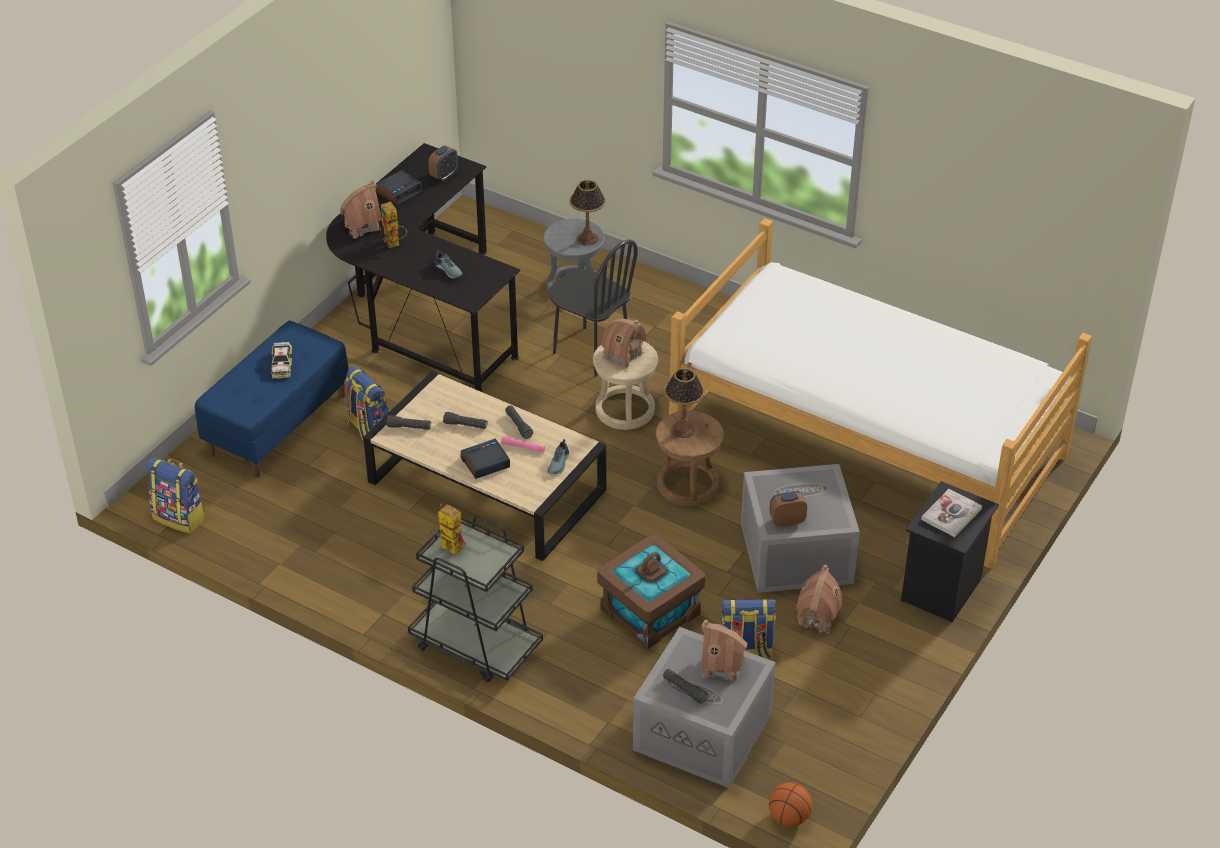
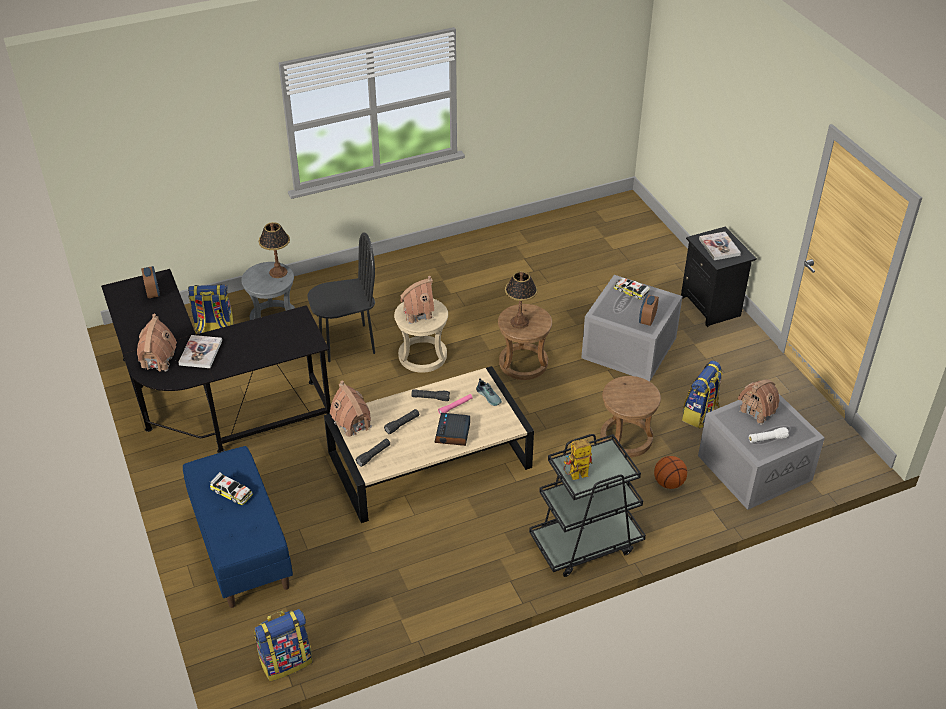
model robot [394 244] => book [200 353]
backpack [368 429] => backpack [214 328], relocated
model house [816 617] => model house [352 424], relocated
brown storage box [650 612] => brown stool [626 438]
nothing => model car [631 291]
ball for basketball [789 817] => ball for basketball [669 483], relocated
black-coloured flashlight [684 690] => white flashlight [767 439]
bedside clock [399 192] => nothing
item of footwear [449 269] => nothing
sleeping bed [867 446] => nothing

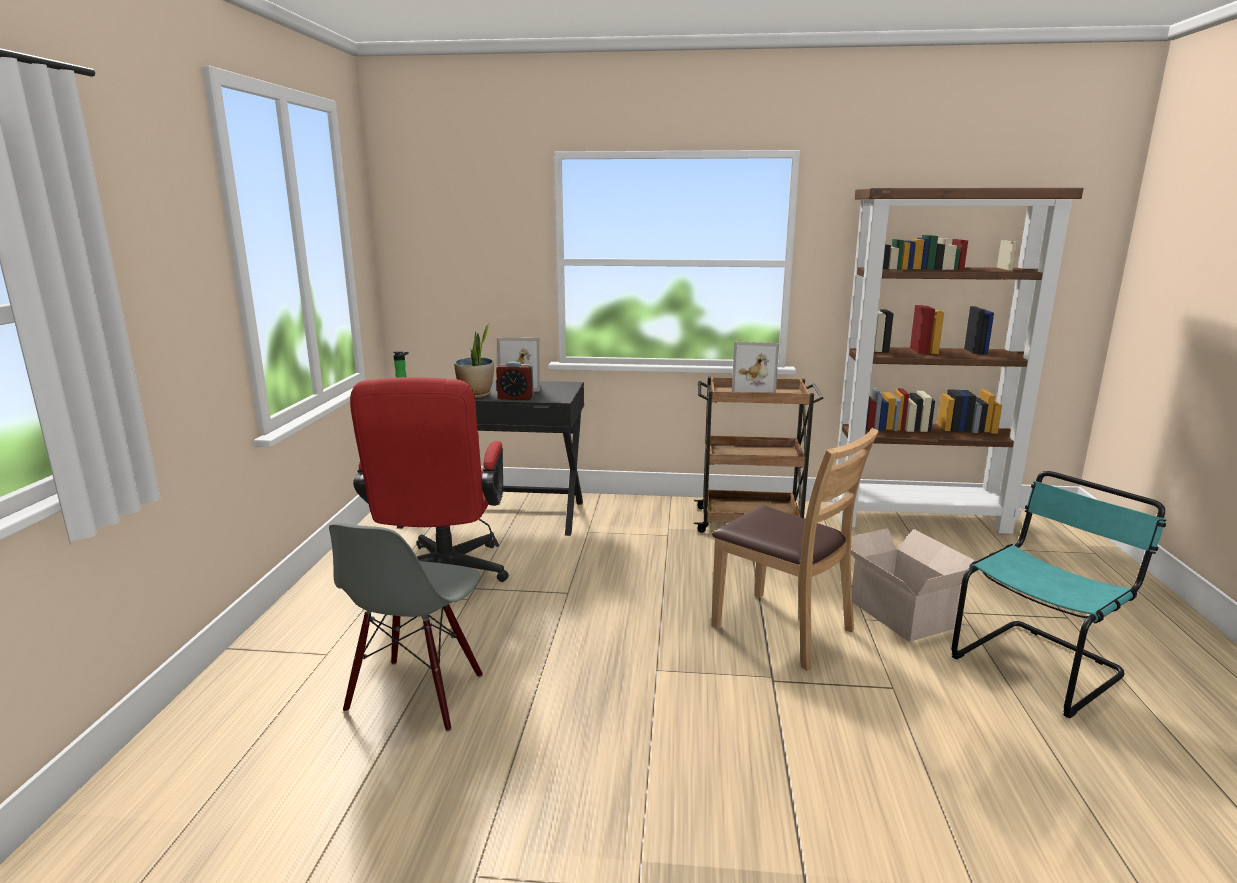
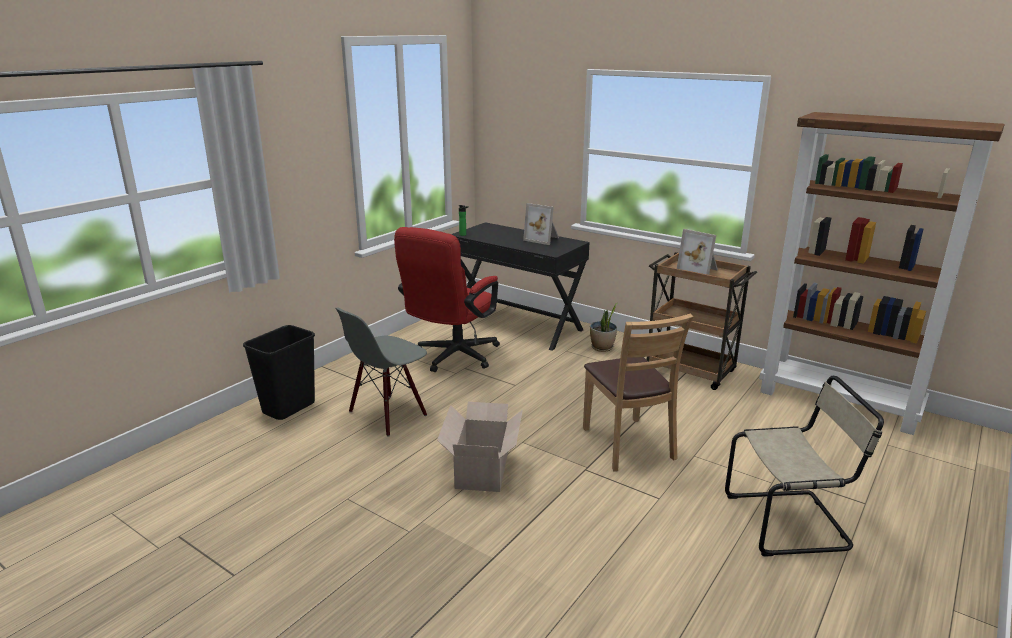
nothing => black-coloured trash can [288 408]
cardboard box [898 613] => cardboard box [483 469], relocated
plant in a pot [476 395] => plant in a pot [602 348], relocated
turquoise plain chair [1040 665] => beige-coloured plain chair [790 522]
bedside clock [515 398] => nothing

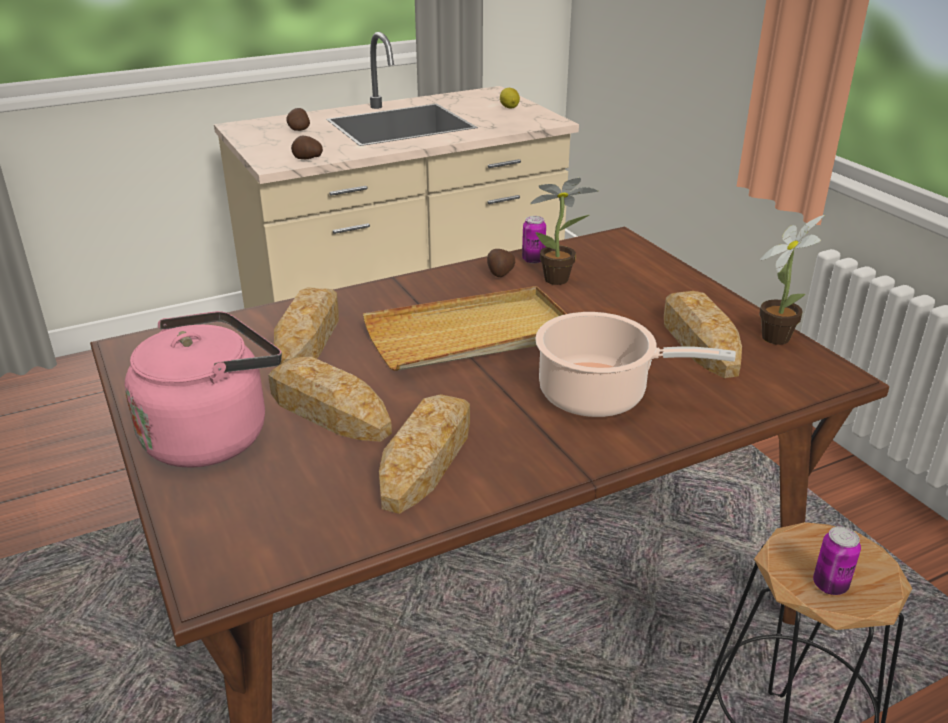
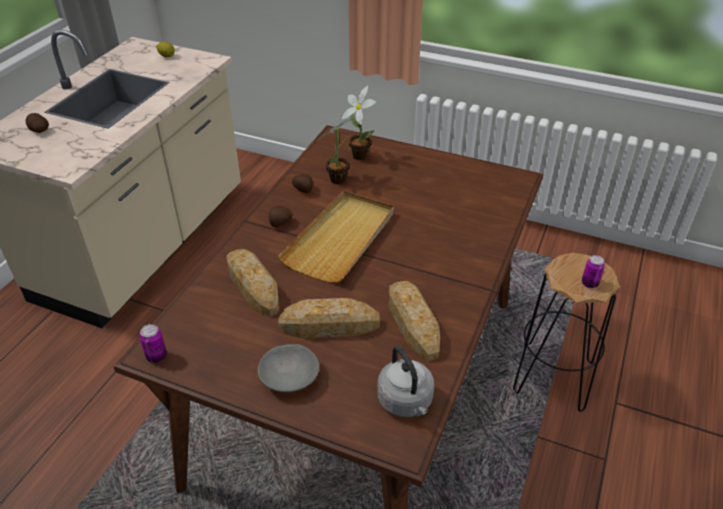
can [533 259] => can [157 357], relocated
pink kettle [213 435] => gray serving bowl [290 376]
whole potato [308 159] => whole potato [280 223], relocated
plant in a pot [776 335] => plant in a pot [359 154], relocated
nothing => gray kettle [406 402]
cooking pot [600 395] => nothing
baked bread [699 341] => nothing

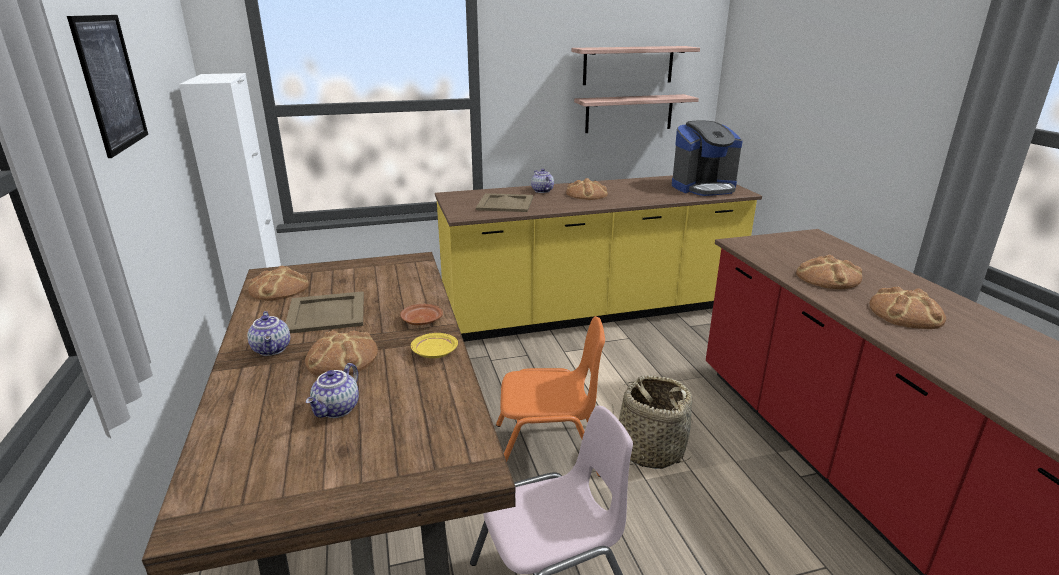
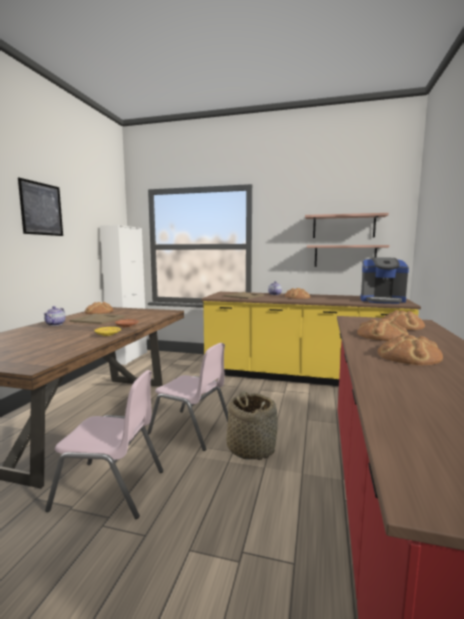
orange-coloured plain chair [547 451] => pink plain chair [191 430]
baked bread [342 358] => baked bread [401 325], relocated
teapot [337 409] => nothing

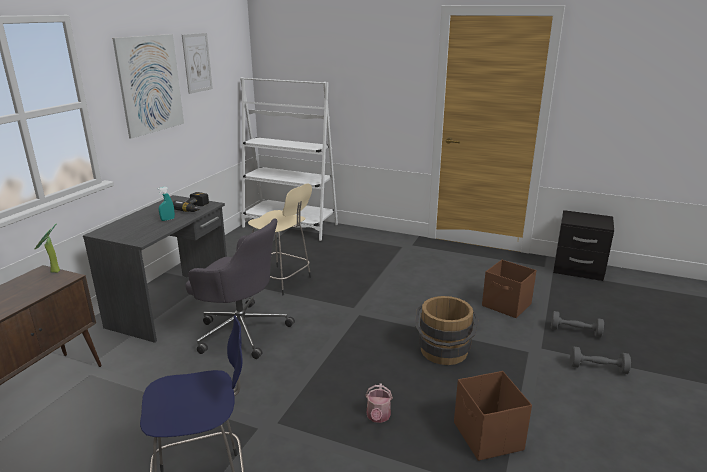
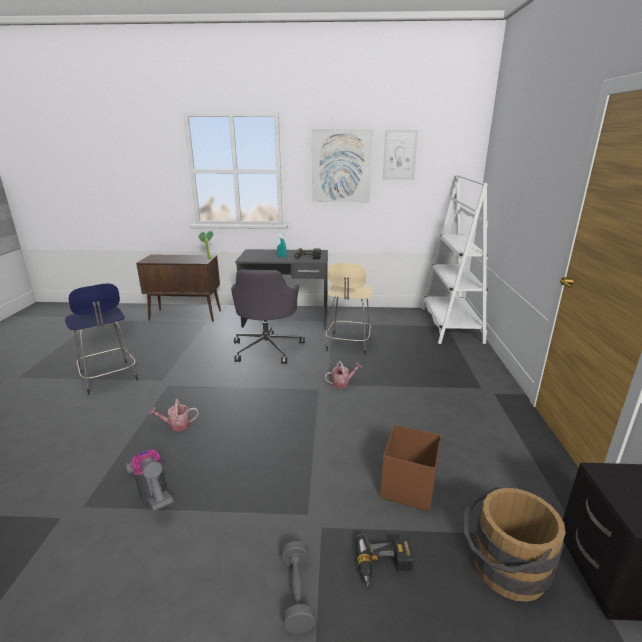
brown storage box [488 437] => vacuum cleaner [153 491]
nothing => watering can [342 383]
gray hand weight [575 331] => electric drill [383 567]
brown pail [443 353] => brown pail [502 569], relocated

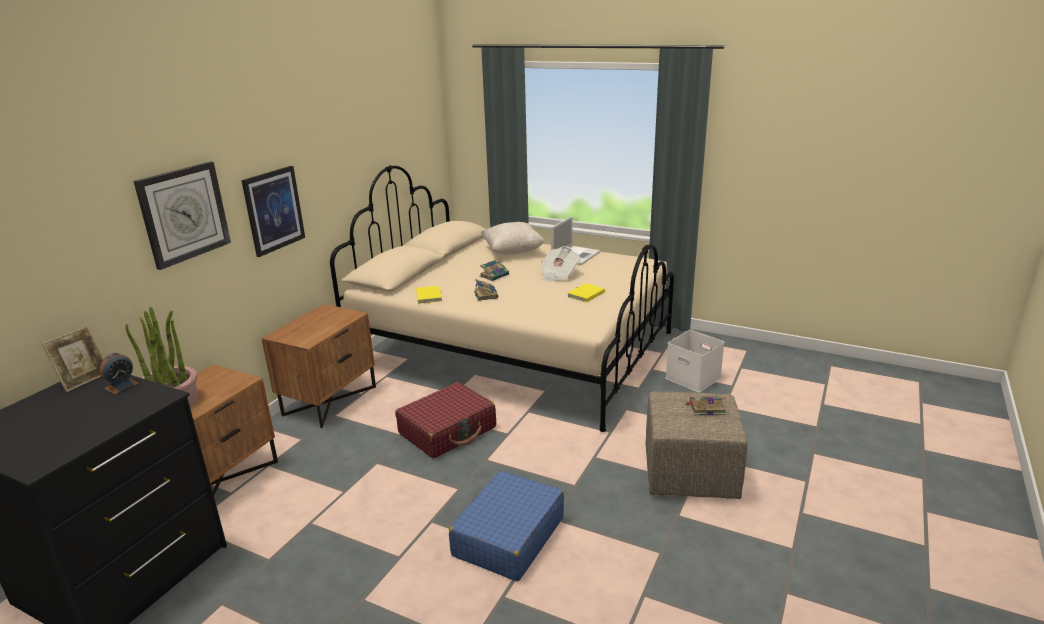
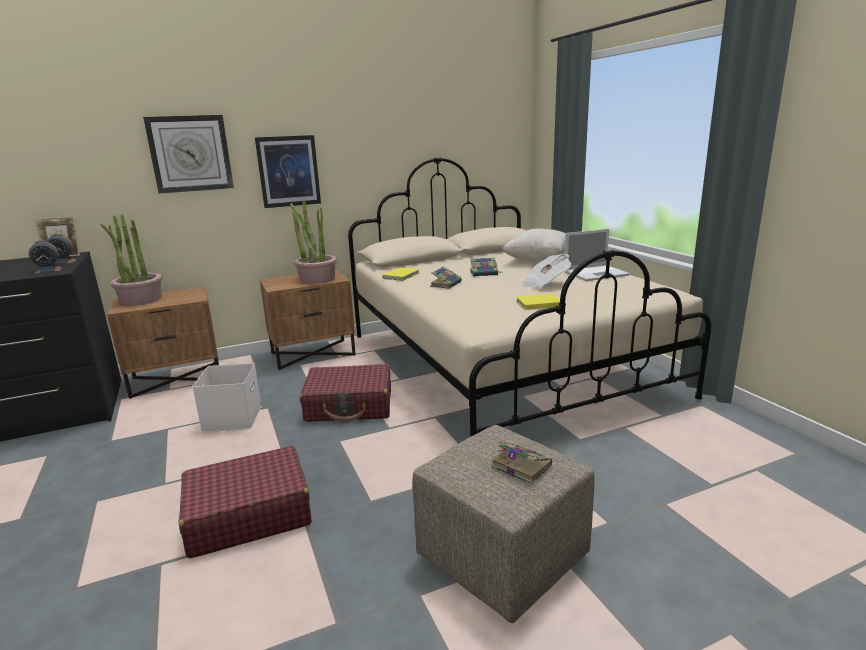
nothing => bedside clock [48 270]
bluish travel case [508 537] => red-coloured travel case [248 514]
white storage box [694 378] => white storage box [233 418], relocated
nothing => plant in a pot [317 278]

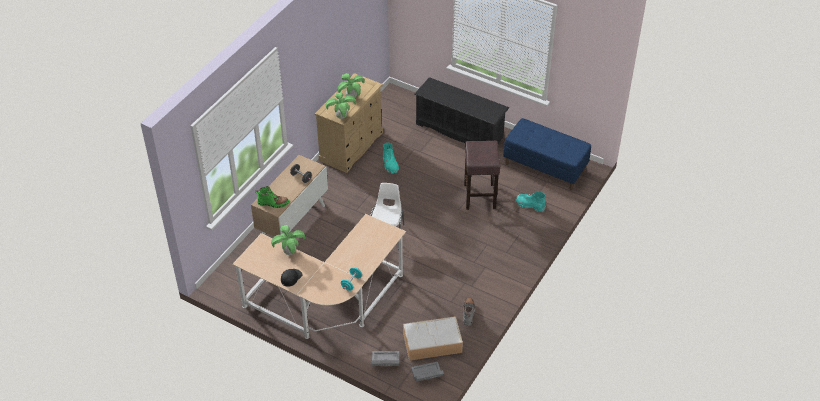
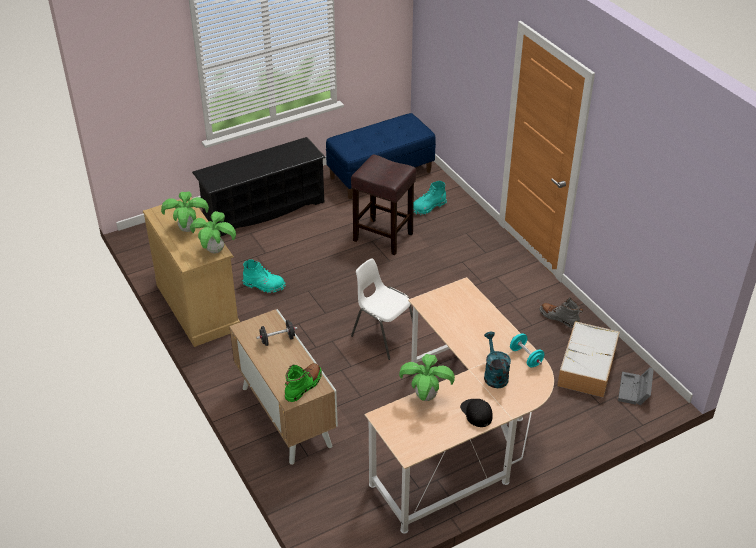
nothing => turquoise watering can [494 374]
gray storage box [384 362] => nothing

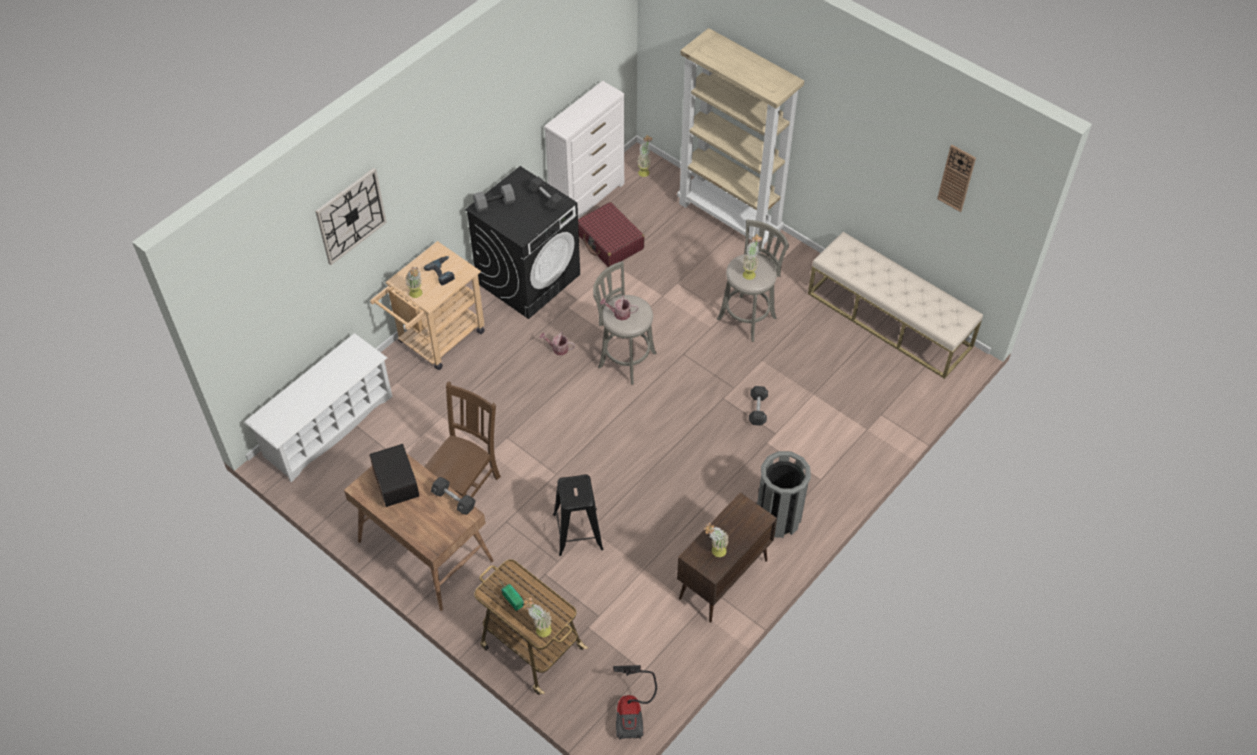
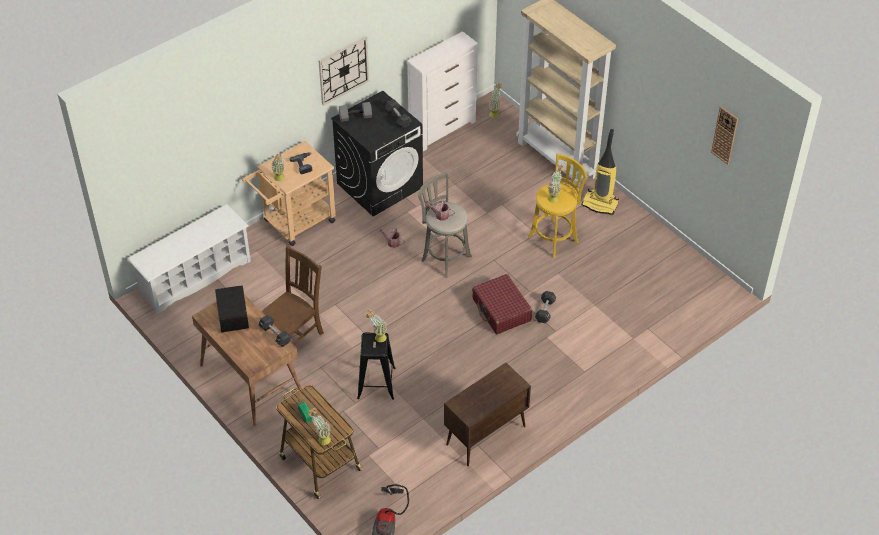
wall clock [351 216] => wall clock [343 70], relocated
plant in a pot [715 552] => plant in a pot [377 338], relocated
red-coloured travel case [610 242] => red-coloured travel case [501 310], relocated
gray stool [748 316] => yellow-coloured stool [555 238]
nothing => vacuum cleaner [600 204]
gray trash can [778 518] => nothing
beige-coloured bench [889 320] => nothing

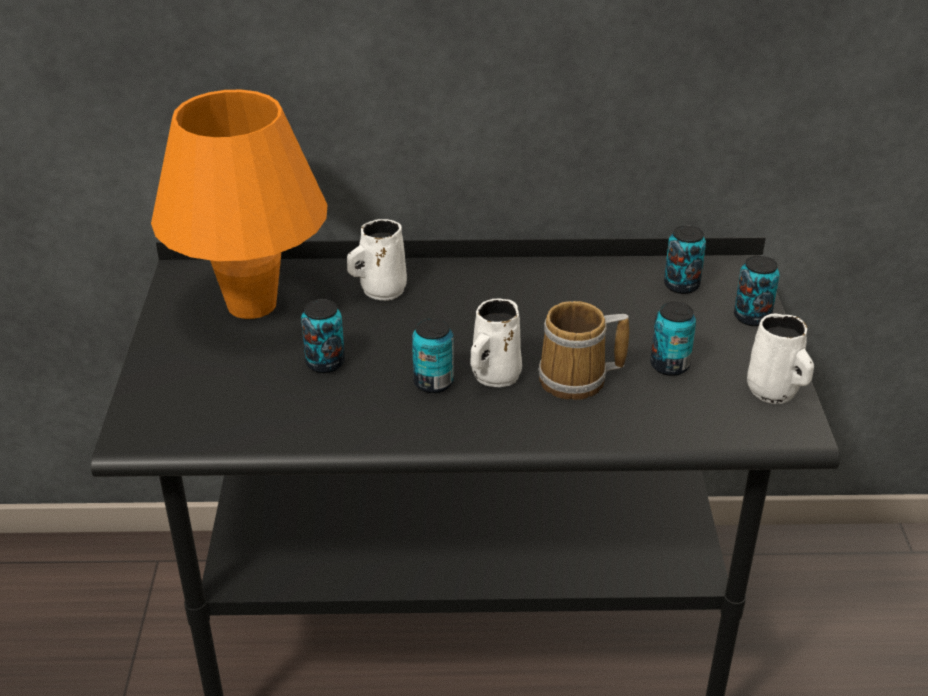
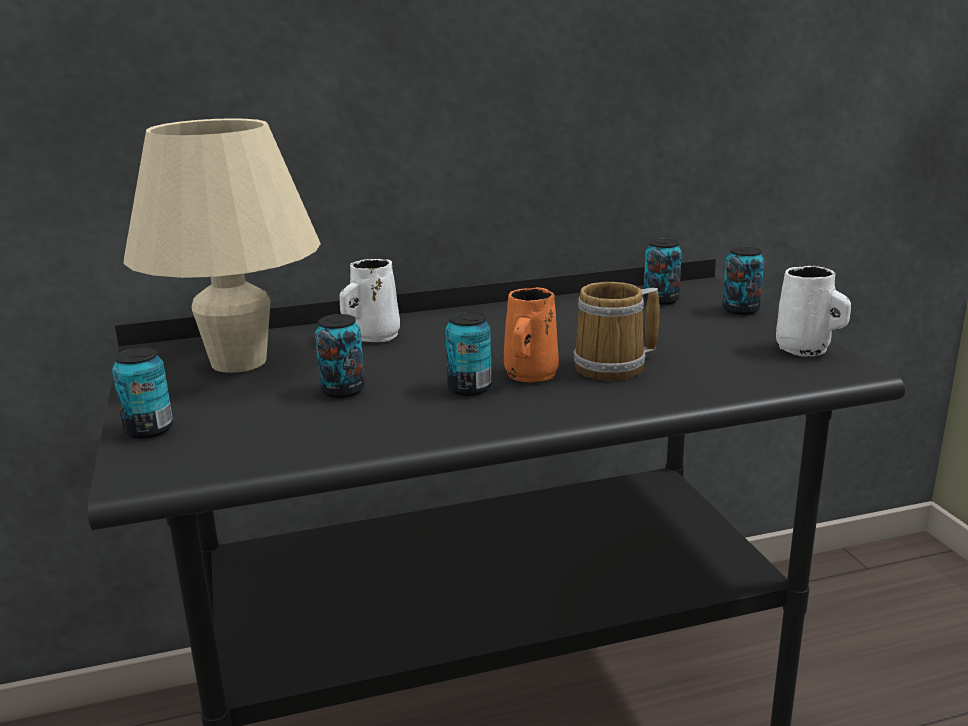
can [669 365] => can [149 430], relocated
orange-coloured lamp for a table [252 305] => beige-coloured lamp for a table [239 362]
white coffee mug [494 376] => orange-coloured coffee mug [529 375]

